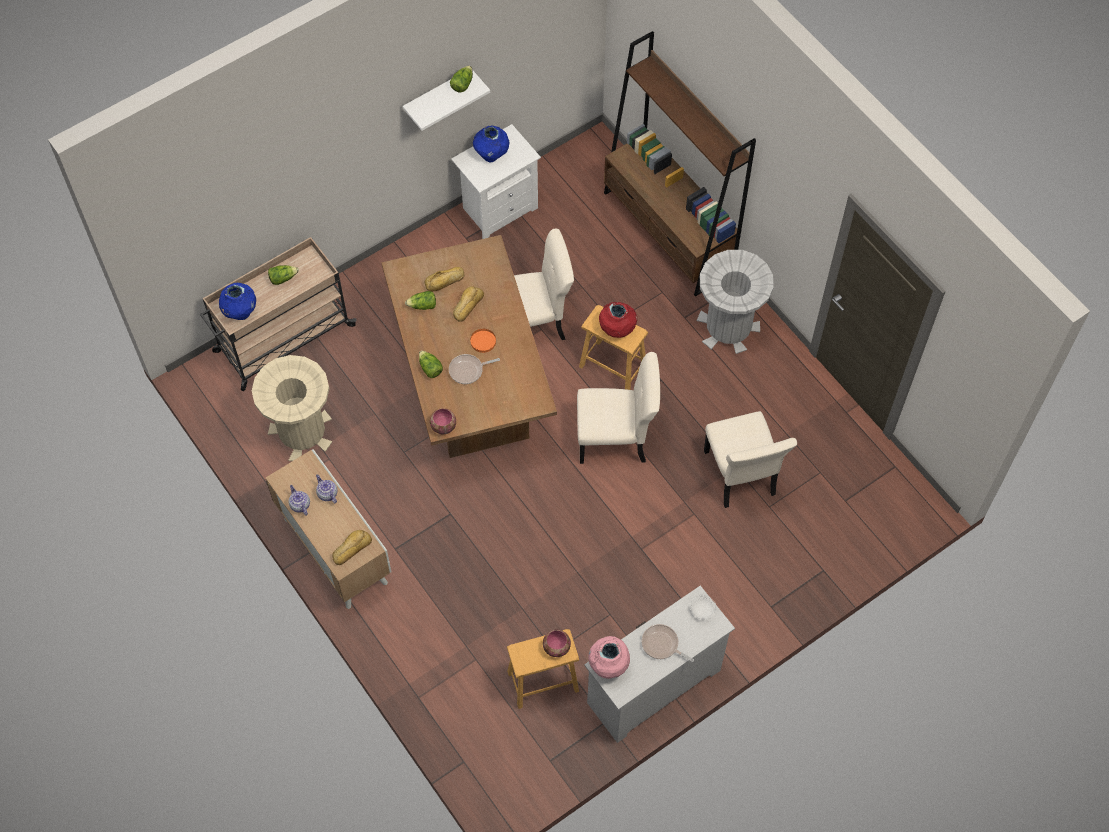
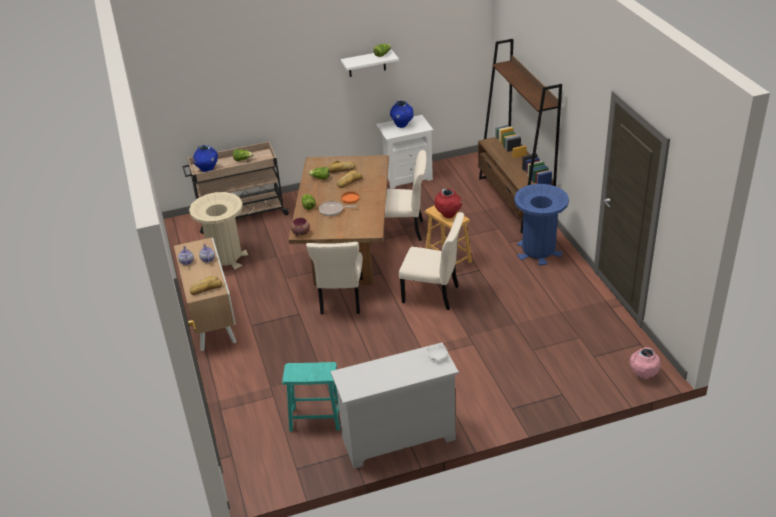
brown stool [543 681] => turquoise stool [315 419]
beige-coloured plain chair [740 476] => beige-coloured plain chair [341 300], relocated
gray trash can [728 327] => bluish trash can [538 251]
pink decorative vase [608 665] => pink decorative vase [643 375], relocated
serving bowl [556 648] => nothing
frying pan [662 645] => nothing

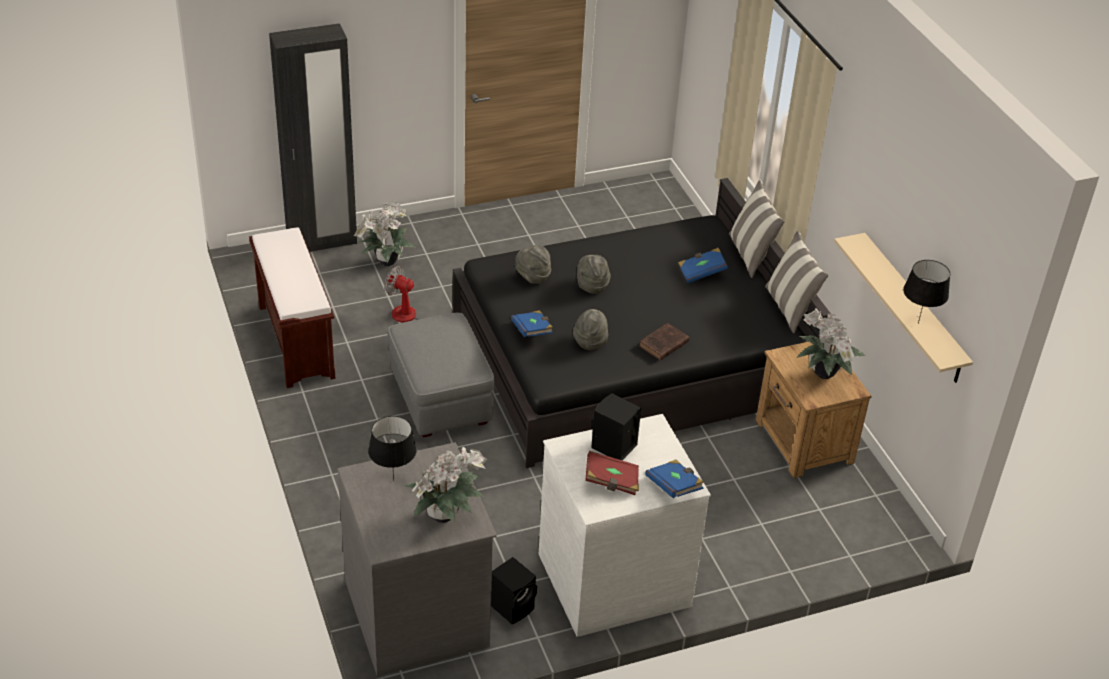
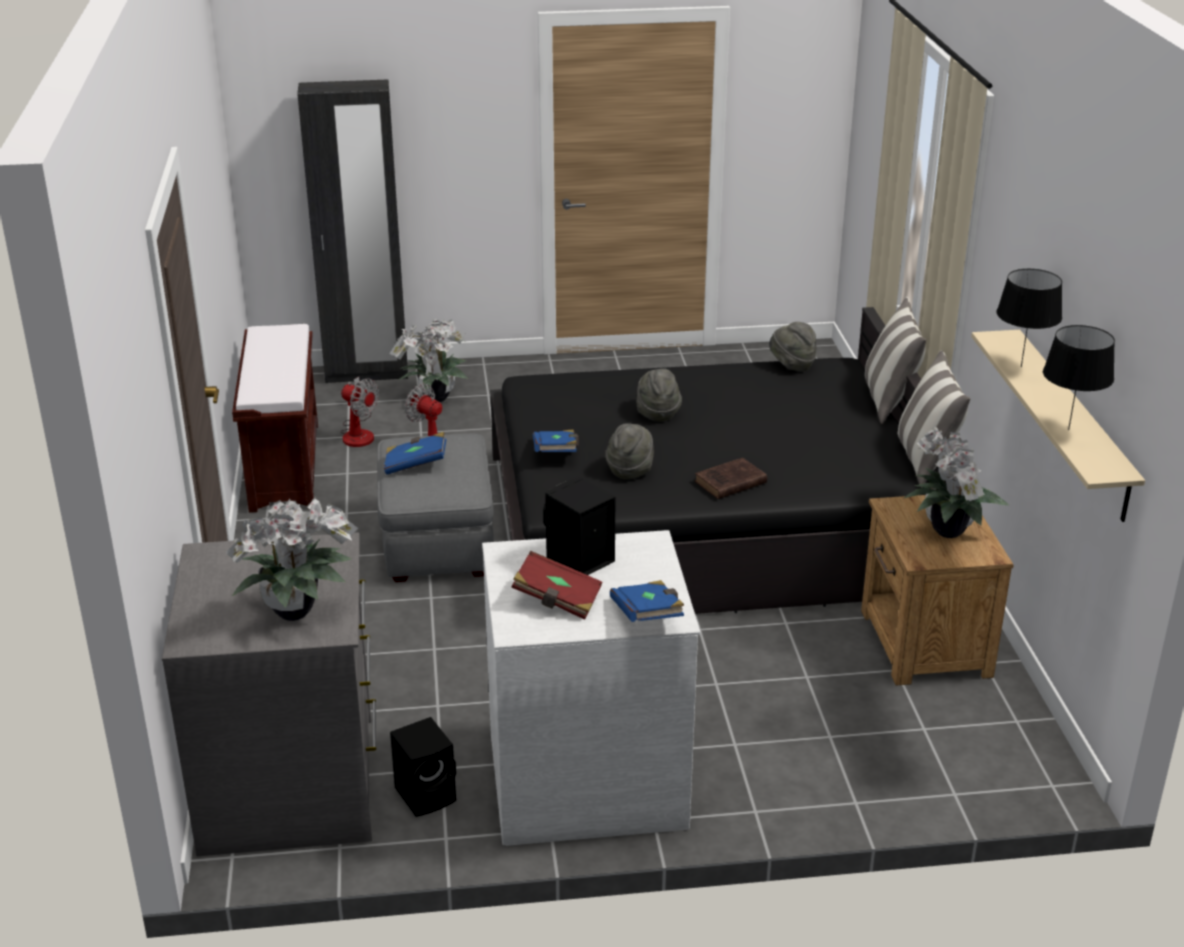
nothing => fan [359 433]
bluish book [701 273] => bluish book [416 465], relocated
gray clothing hat [532 277] => gray clothing hat [792 365], relocated
black-coloured lamp for a table [393 481] => black-coloured lamp for a table [1021 367], relocated

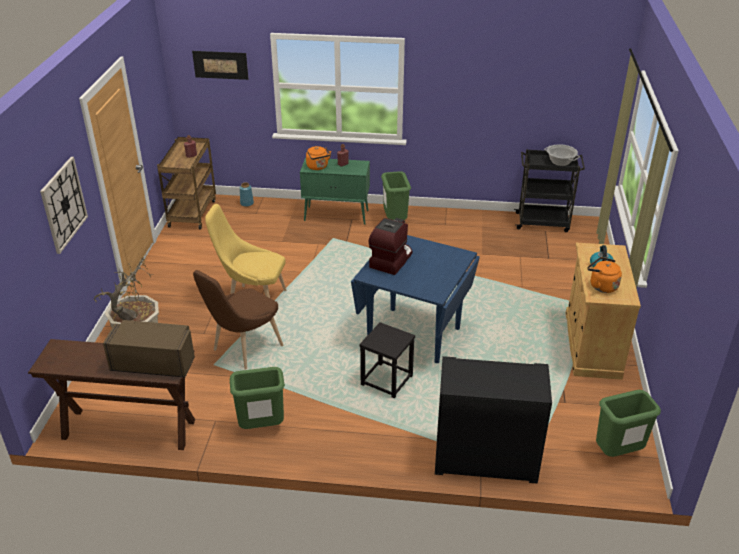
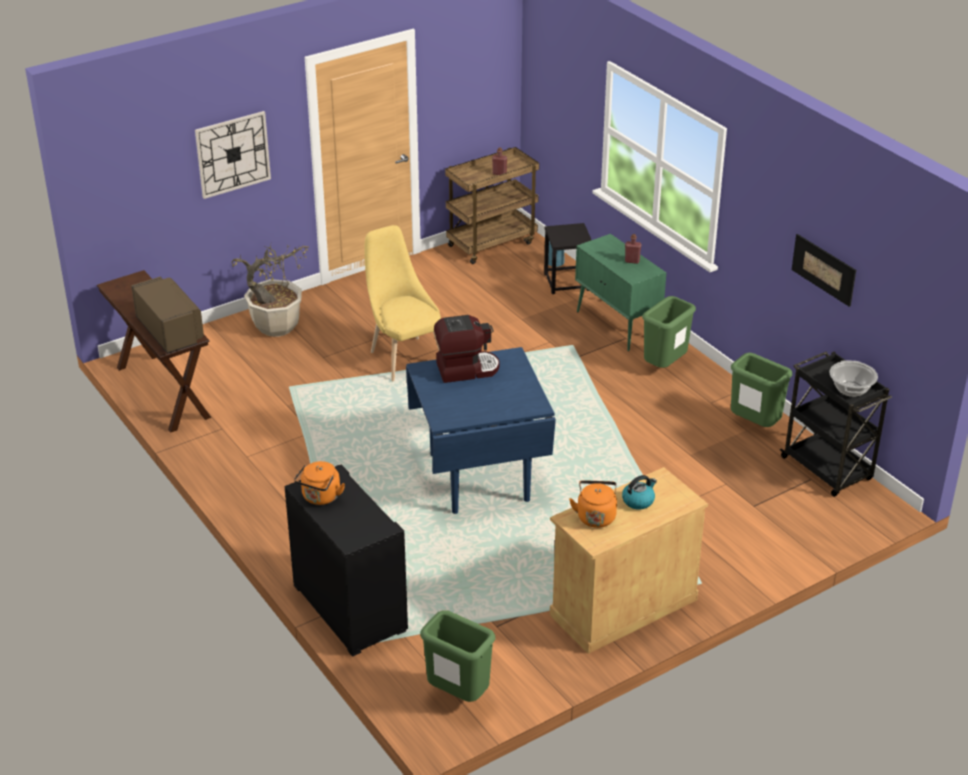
orange-coloured kettle [318 167] => orange-coloured kettle [320 498], relocated
black-coloured stool [386 380] => black-coloured stool [566 282], relocated
greenish trash can [261 428] => greenish trash can [753 426], relocated
picture [220 65] => picture [823 269], relocated
brown plain chair [244 350] => nothing

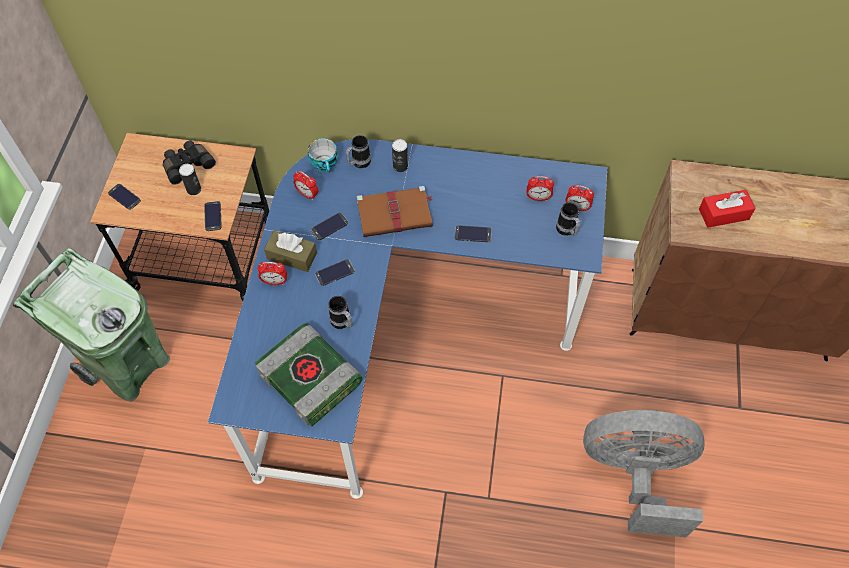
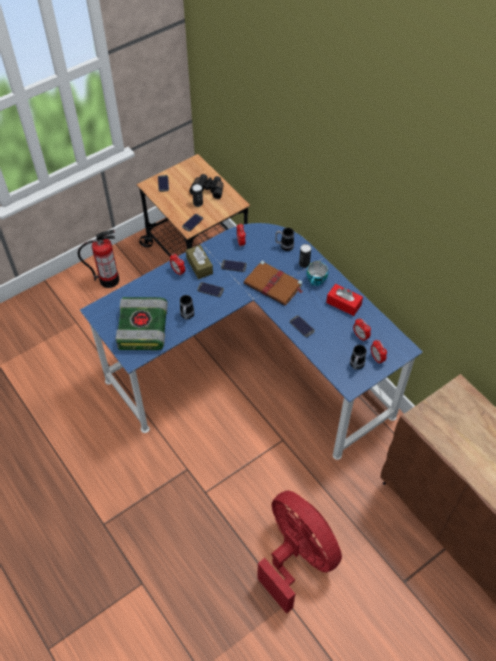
greenish trash can [130 366] => fire extinguisher [109 280]
gray fan [635 475] => red-coloured fan [296 556]
drinking cup [325 165] => drinking cup [316 281], relocated
red-coloured tissue box [723 214] => red-coloured tissue box [343 304], relocated

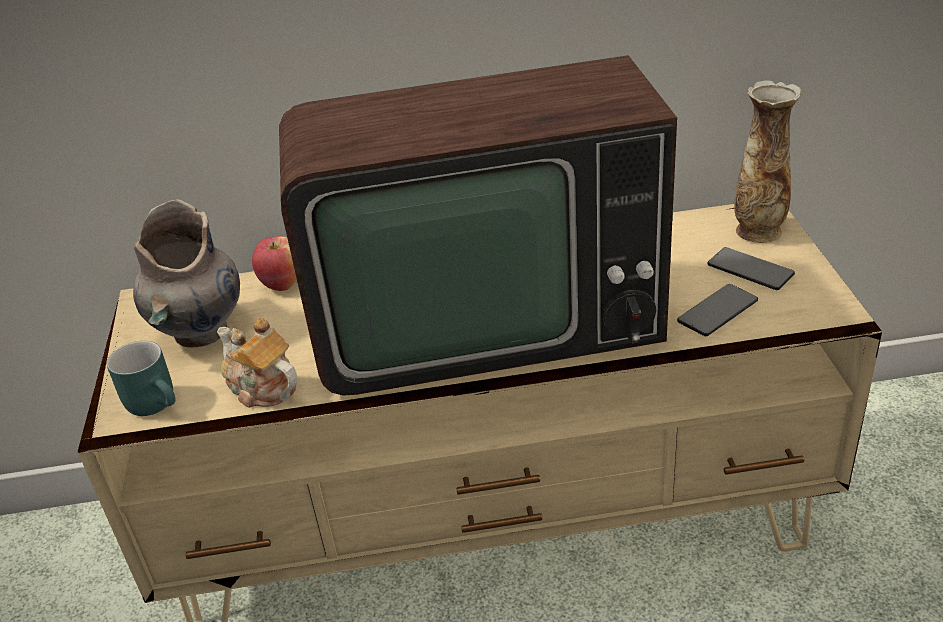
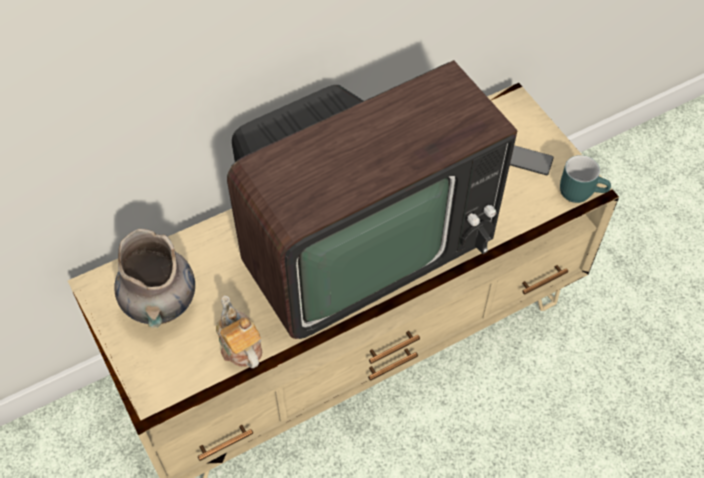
teapot [261 388] => teapot [240 345], 45 degrees clockwise
turquoise coffee mug [158 402] => turquoise coffee mug [581 190], relocated
apple [282 284] => nothing
phone [717 311] => nothing
decorative vase [758 230] => nothing

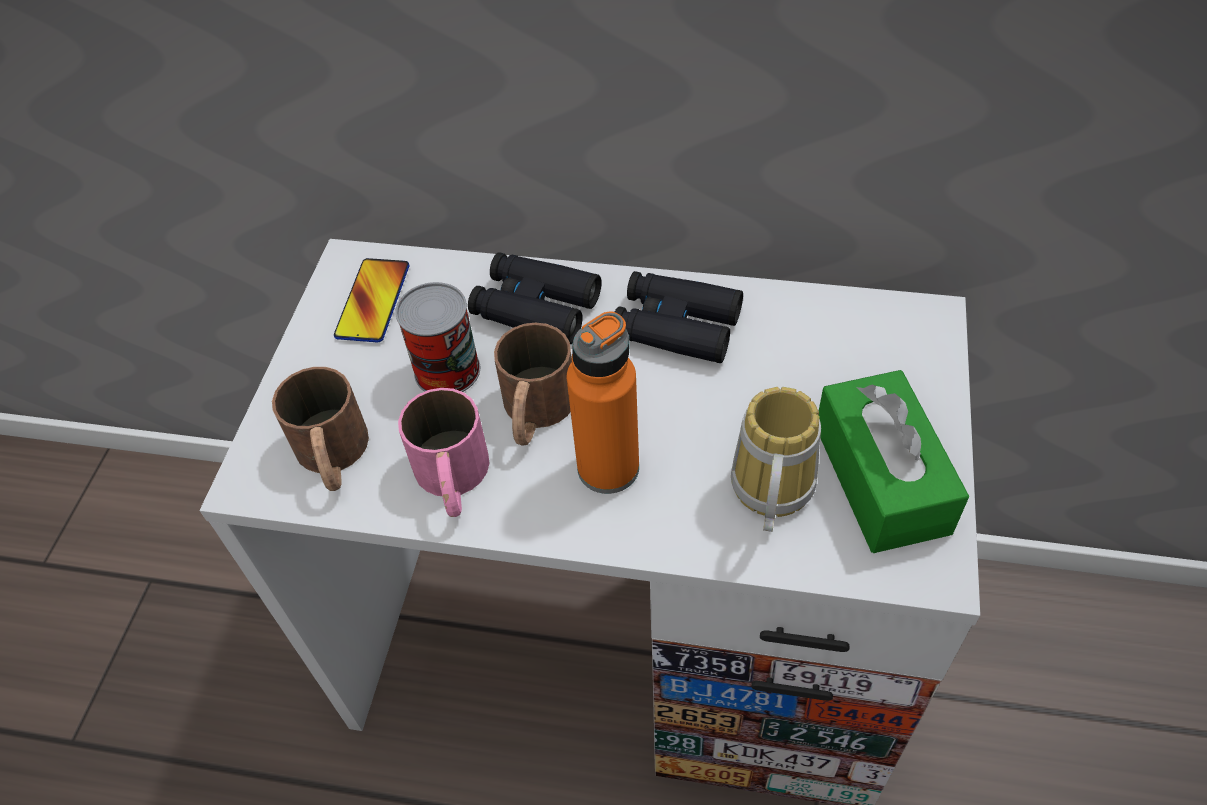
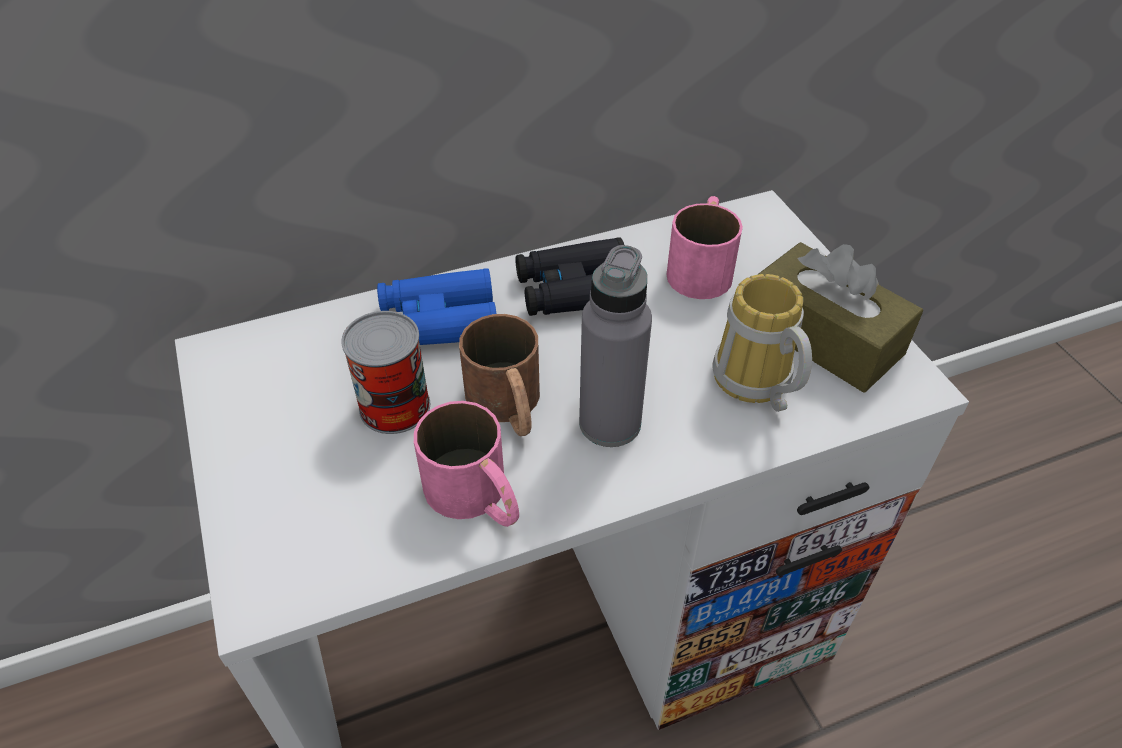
black-coloured field glasses [535 307] => bluish field glasses [438 321]
orange-coloured bottle [608 468] => gray bottle [610 423]
nothing => pink coffee mug [702 266]
greenish tissue box [881 478] => brown tissue box [824 337]
brown coffee mug [333 457] => nothing
phone [373 301] => nothing

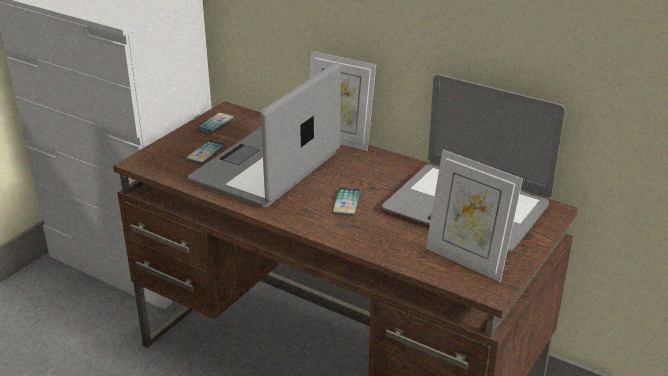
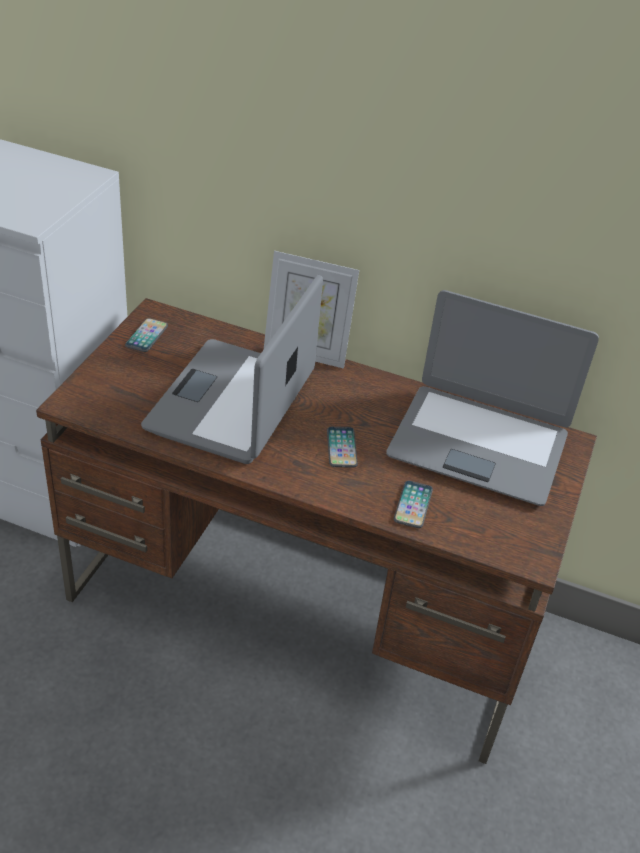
phone [206 153] => phone [413 505], relocated
photo frame [467 260] => nothing

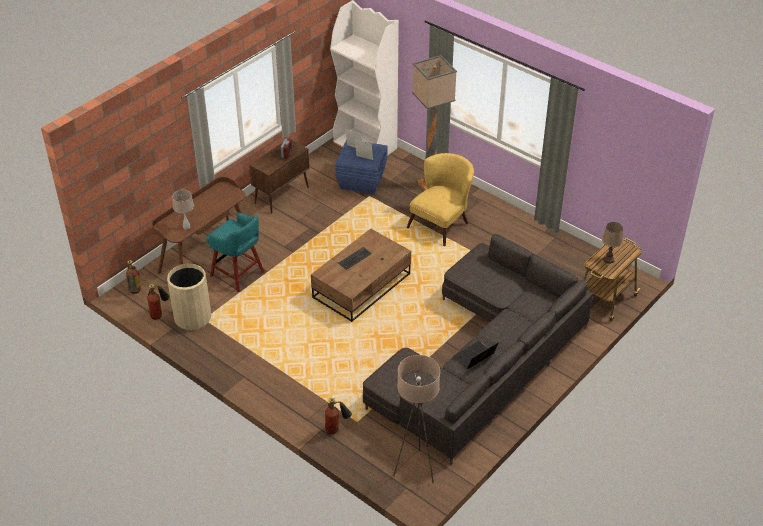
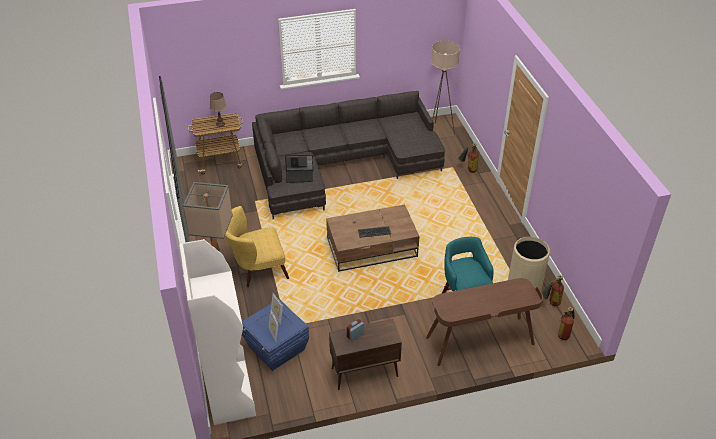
portable computer [474 358] => portable computer [300 175], relocated
beige-coloured lamp for a table [186 227] => nothing

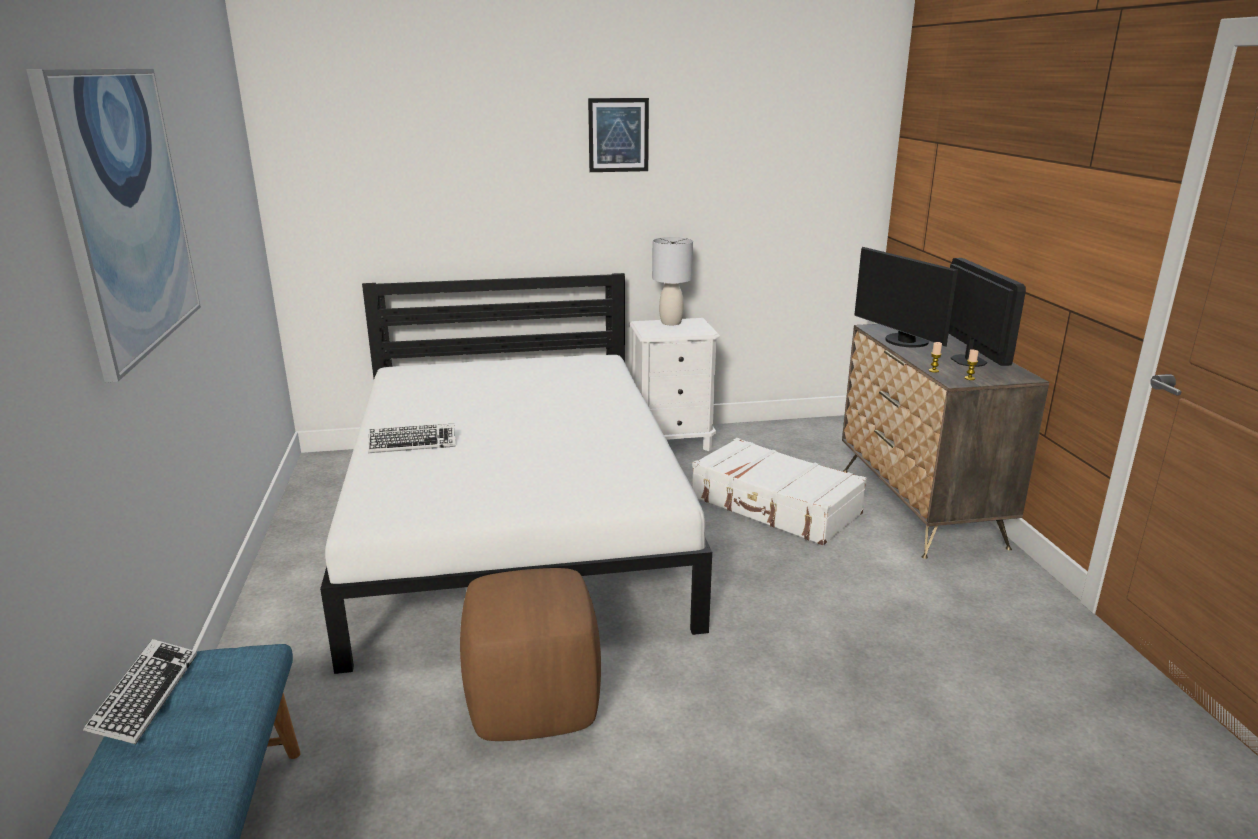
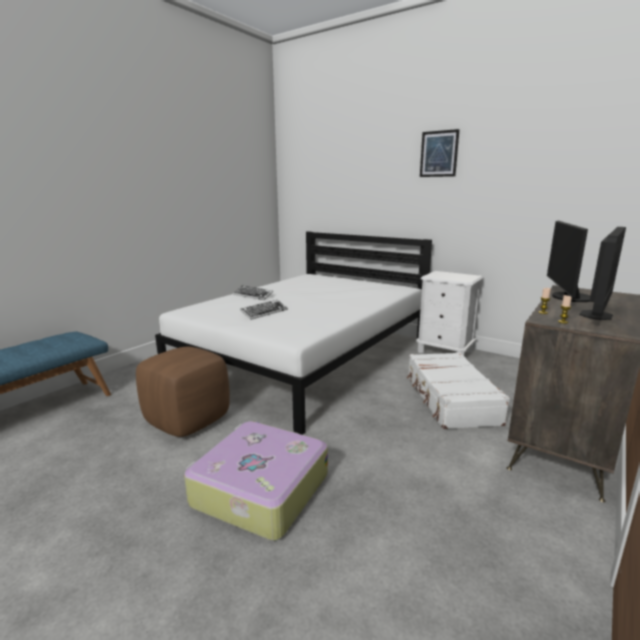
nothing => travel case [259 490]
PC keyboard [145 696] => PC keyboard [264 312], relocated
picture [124 212] => nothing
gray lamp for a table [671 323] => nothing

